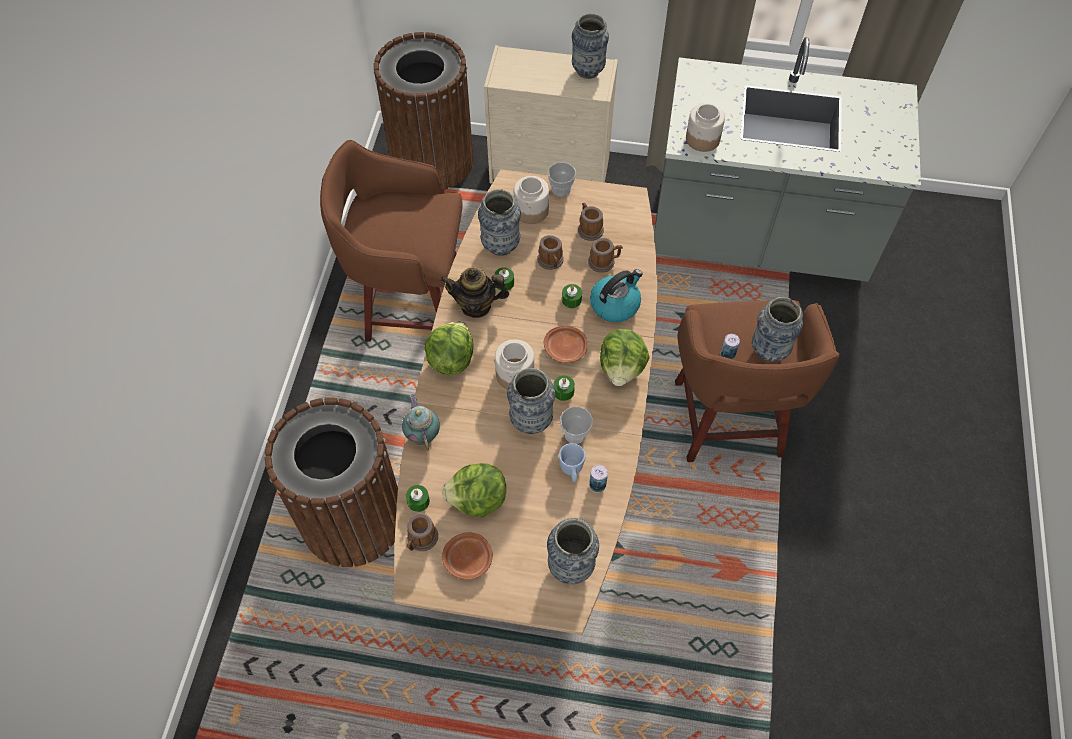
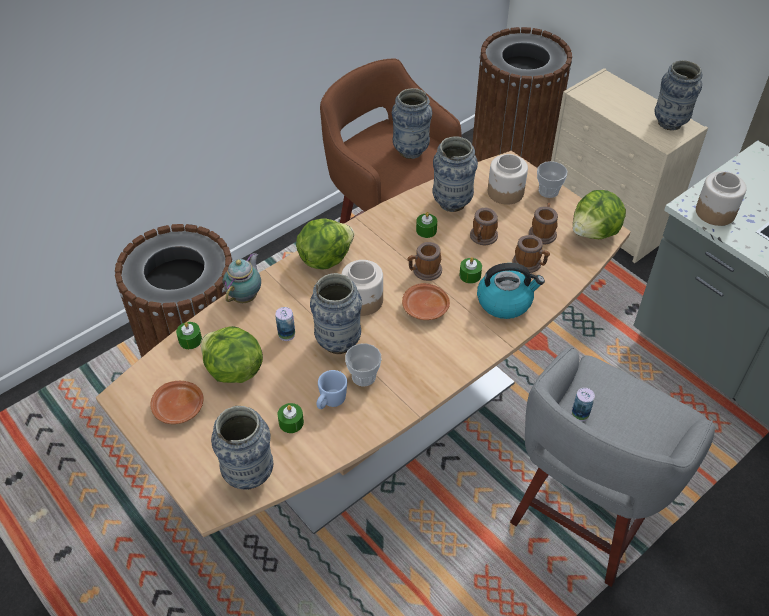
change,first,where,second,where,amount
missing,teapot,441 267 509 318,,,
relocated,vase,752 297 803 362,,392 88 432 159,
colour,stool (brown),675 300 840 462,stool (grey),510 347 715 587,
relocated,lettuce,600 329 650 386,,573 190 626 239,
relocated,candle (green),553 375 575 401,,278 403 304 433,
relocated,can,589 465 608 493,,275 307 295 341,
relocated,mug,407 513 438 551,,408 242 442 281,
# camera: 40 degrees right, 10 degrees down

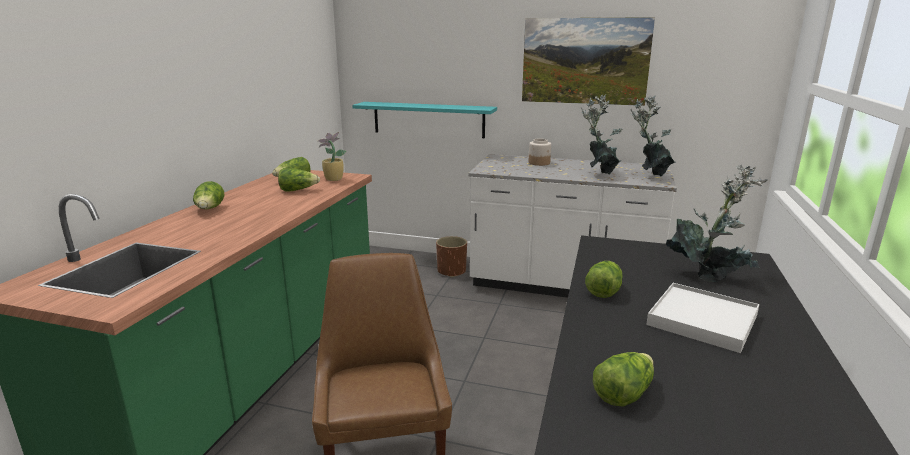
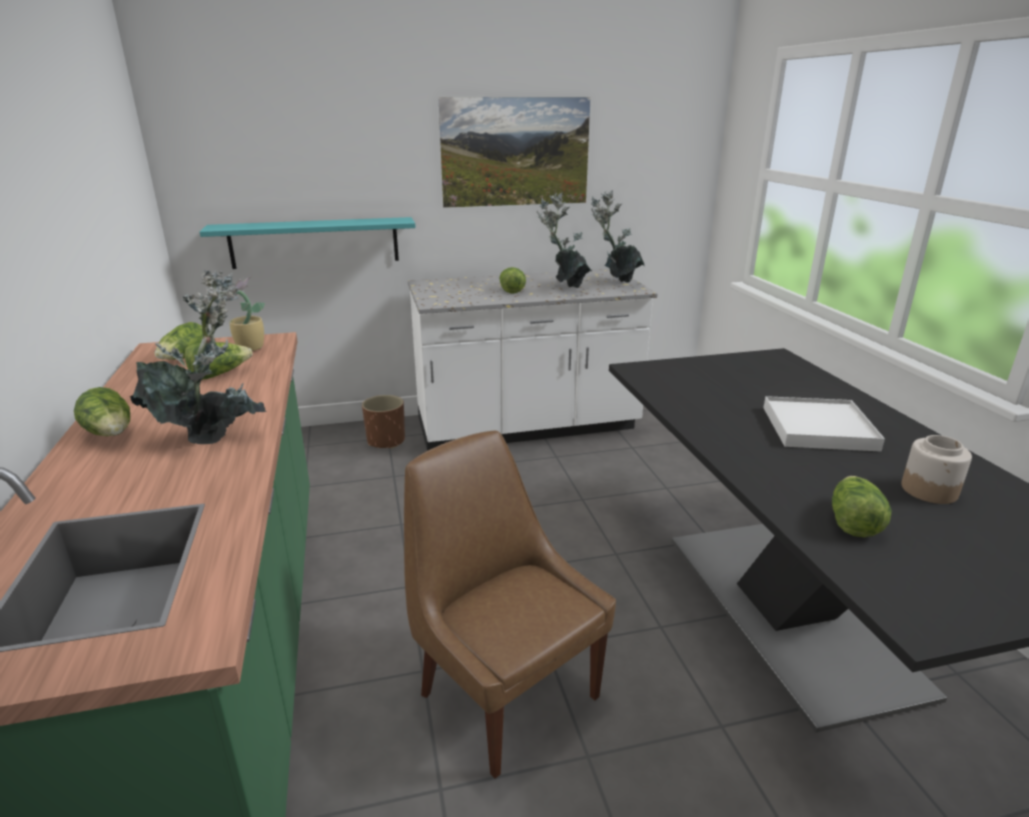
change,first,where,second,where,amount
relocated,jar,528 139 551 166,,901 435 972 504,
relocated,potted plant,666 165 768 282,,130 270 267 444,
relocated,lettuce,585 261 623 298,,499 267 526 294,
# camera: 30 degrees left, 5 degrees up

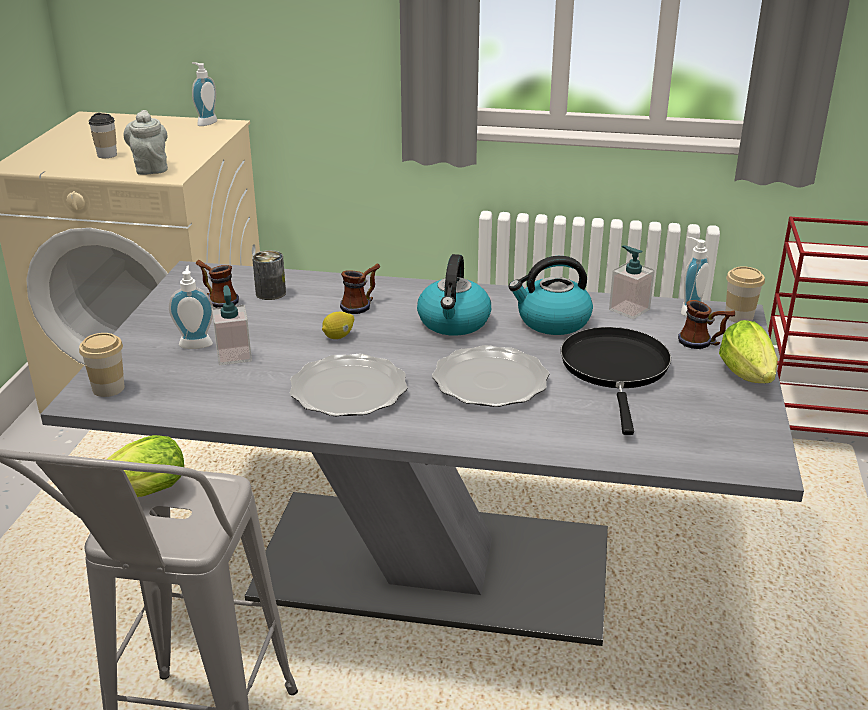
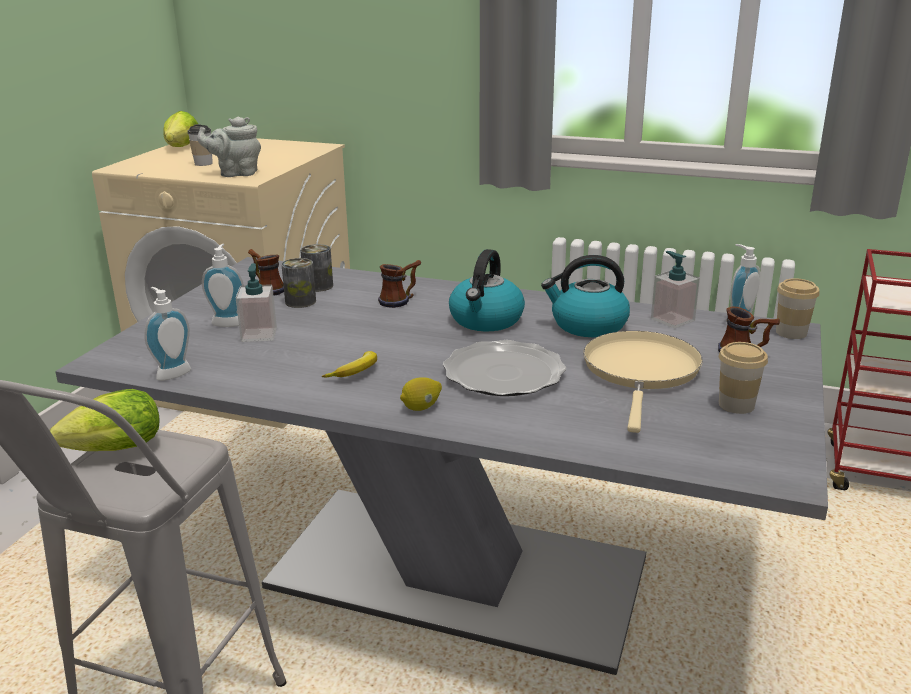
change,first,where,second,where,amount
relocated,soap dispenser,192 62 217 126,,144 287 191 381,
spun,teapot (grey),124 110 168 175,,197 117 261 177,90 degrees counterclockwise
relocated,lemon,322 312 354 339,,400 377 442 411,
relocated,lettuce,719 320 778 383,,164 111 198 147,
colour,frying pan (black),560 327 671 435,frying pan (beige),583 331 703 433,
relocated,cup,79 333 124 397,,719 342 768 414,
exchanged,plate,290 354 408 416,banana,322 351 377 378,
appeared,,,can,281 258 316 308,
# camera: 10 degrees right, 5 degrees down

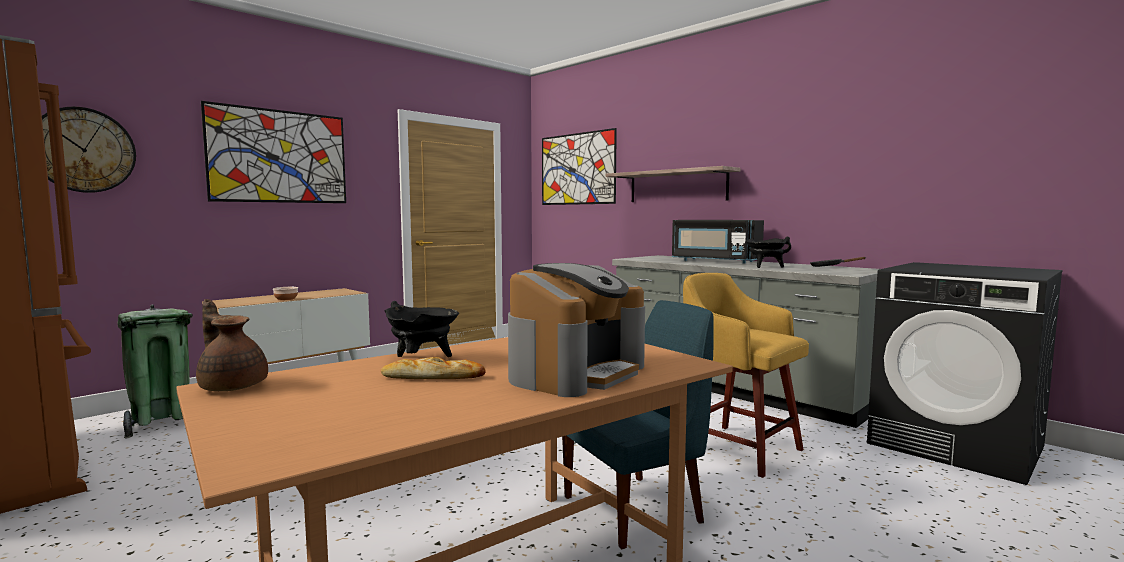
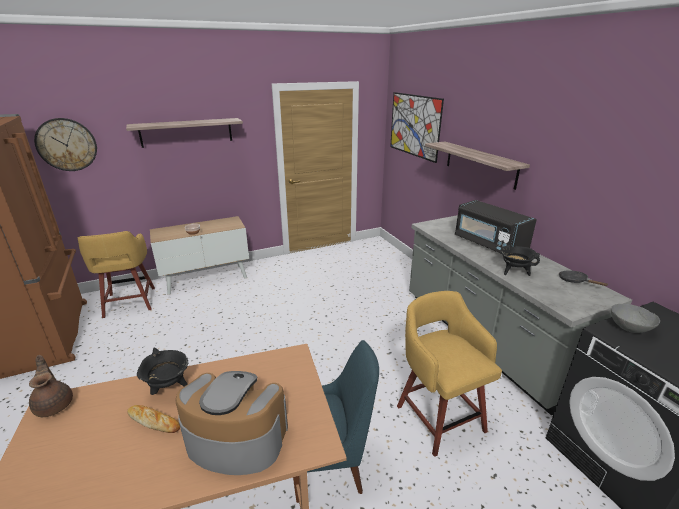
change,first,where,second,where,amount
exchanged,picture,201 101 346 203,shelf,126 118 243 148,
spun,coffee machine,508 263 645 397,,176 371 288 475,135 degrees counterclockwise
exchanged,trash can (green),118 304 193 438,stool (yellow),78 231 155 318,
appeared,,,bowl (grey),611 304 660 333,
# camera: 20 degrees right, 20 degrees up

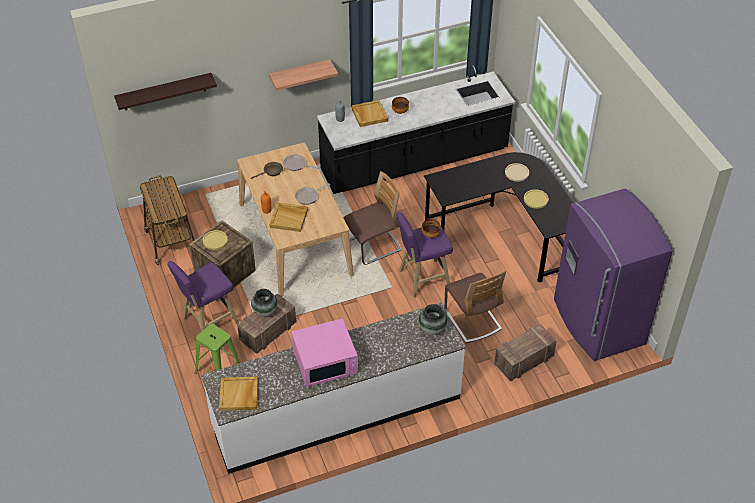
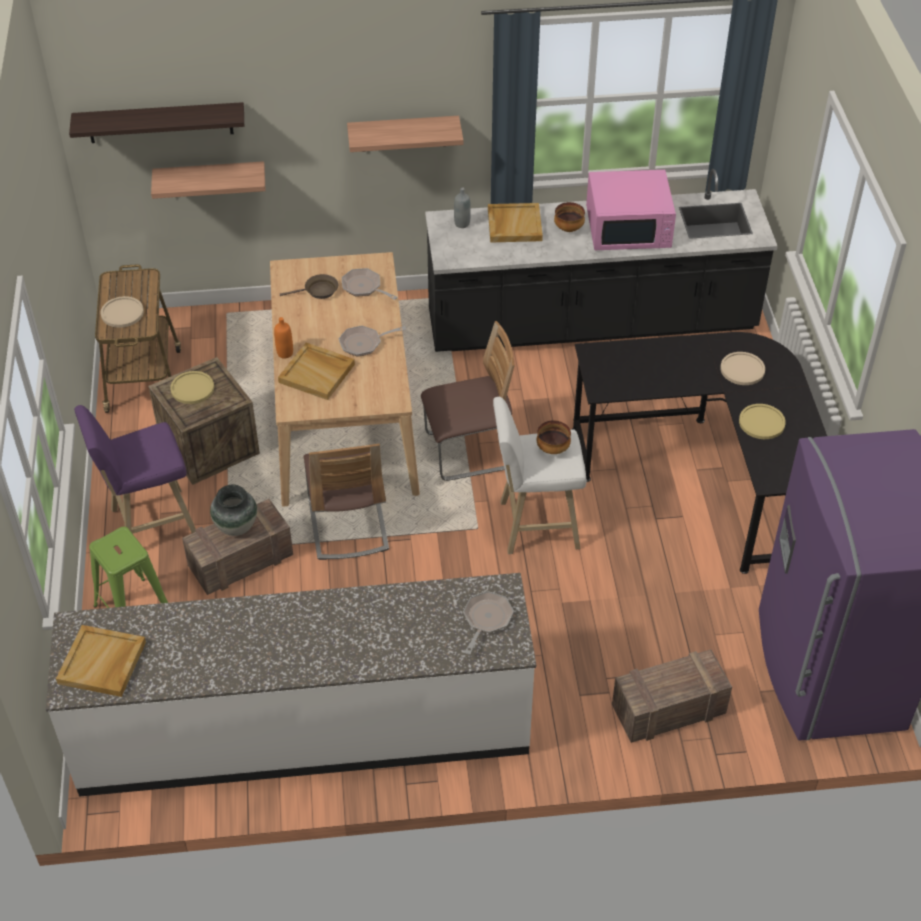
change,first,where,second,where,amount
colour,stool (purple),396 212 453 298,stool (white),493 397 586 554,
relocated,chair,444 271 506 343,,303 444 389 560,
exchanged,vase,419 304 448 335,frying pan,463 591 514 655,
relocated,microwave (pink),291 318 358 387,,586 170 676 250,
appeared,,,shelf,151 161 266 199,
appeared,,,plate (beige),101 296 144 328,
# camera: 15 degrees right, 0 degrees up

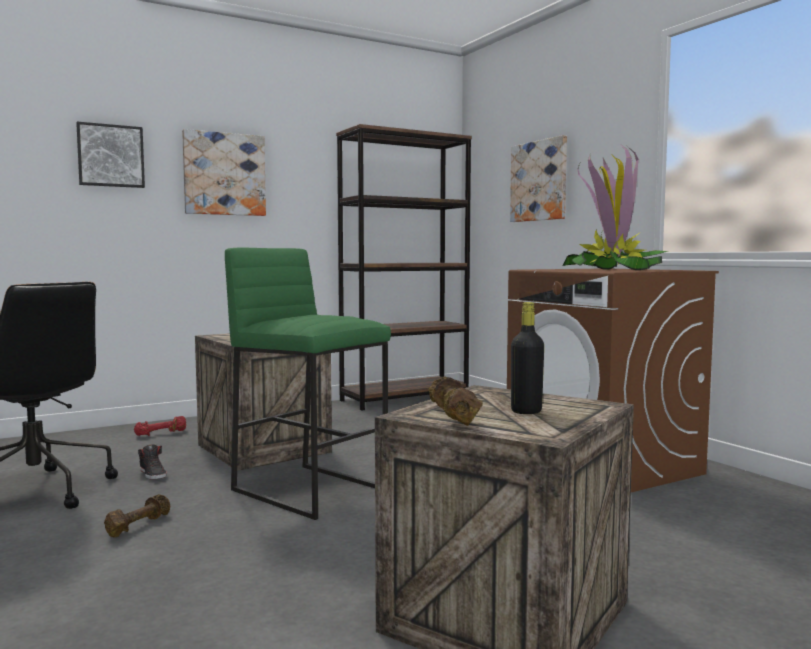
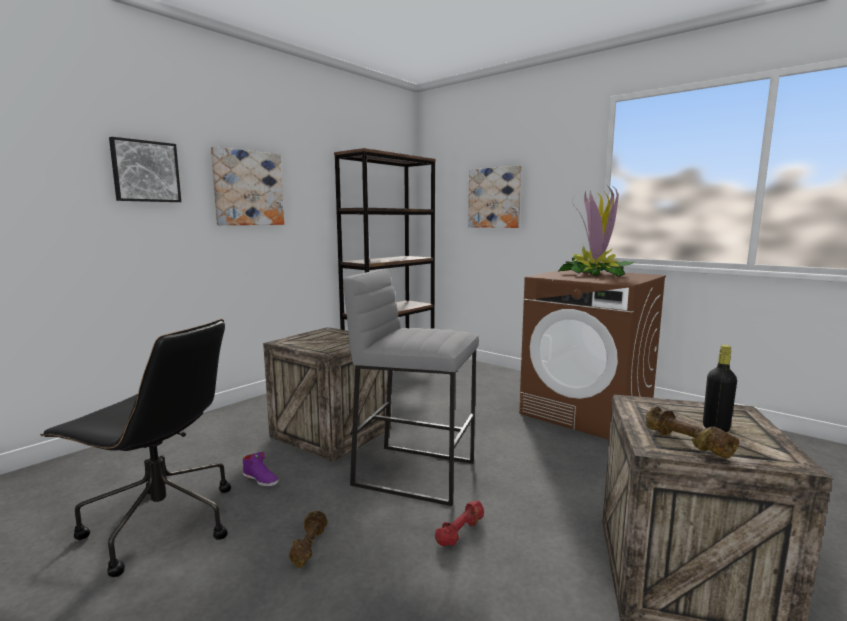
change,first,where,second,where,amount
colour,stool (green),225 247 391 520,stool (grey),344 269 479 506,
relocated,dumbbell (red),134 416 186 436,,435 501 484 546,
colour,shoe (black),138 445 167 480,shoe (purple),242 452 279 487,
# camera: 20 degrees left, 5 degrees up

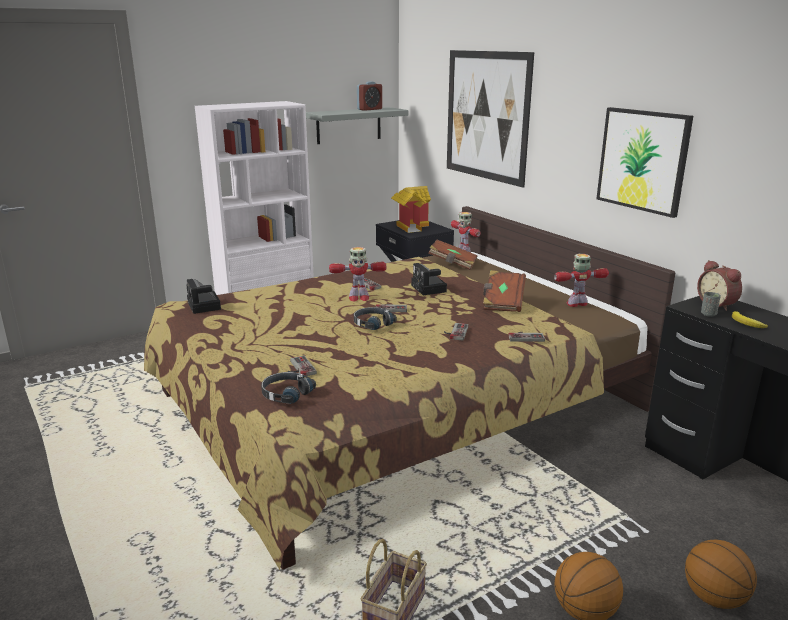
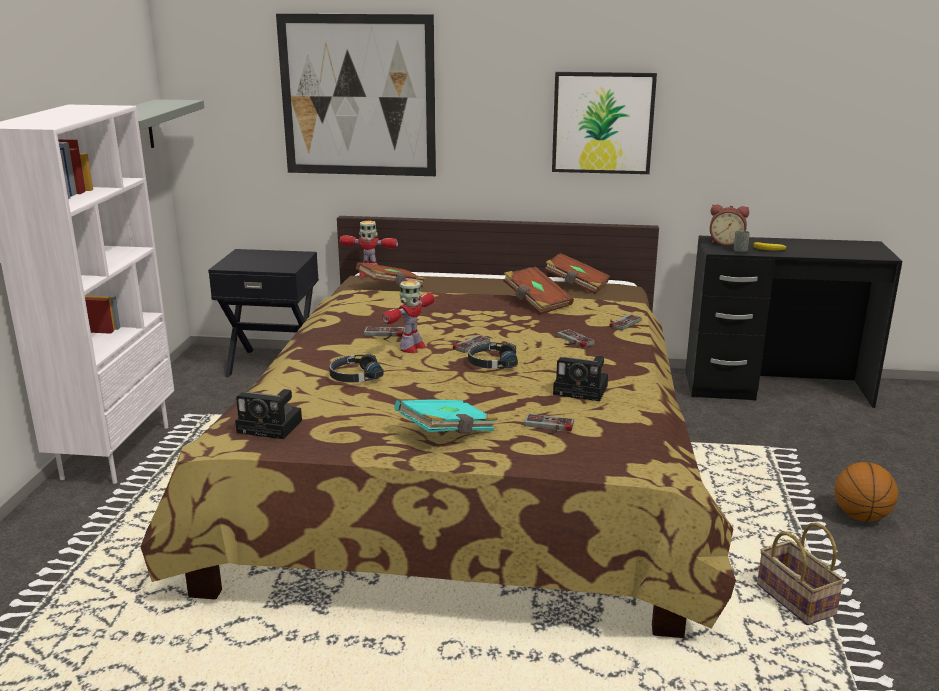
change,first,where,second,where,amount
missing,alarm clock,357 81 382 111,,,
missing,toy house,391 186 431 233,,,
exchanged,toy robot,554 254 609 307,book (brown),544 253 610 294,
relocated,photo camera,411 263 447 295,,553 356 608 401,
relocated,headphones (black),261 372 316 404,,329 354 384 383,
missing,basketball,685 540 757 609,,,
appeared,,,book (turquoise),395 399 498 434,
# camera: 50 degrees left, 0 degrees up

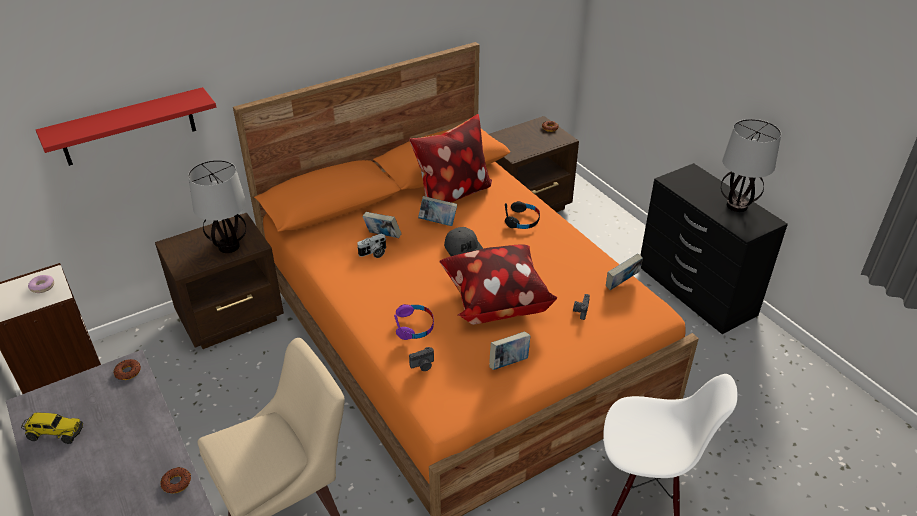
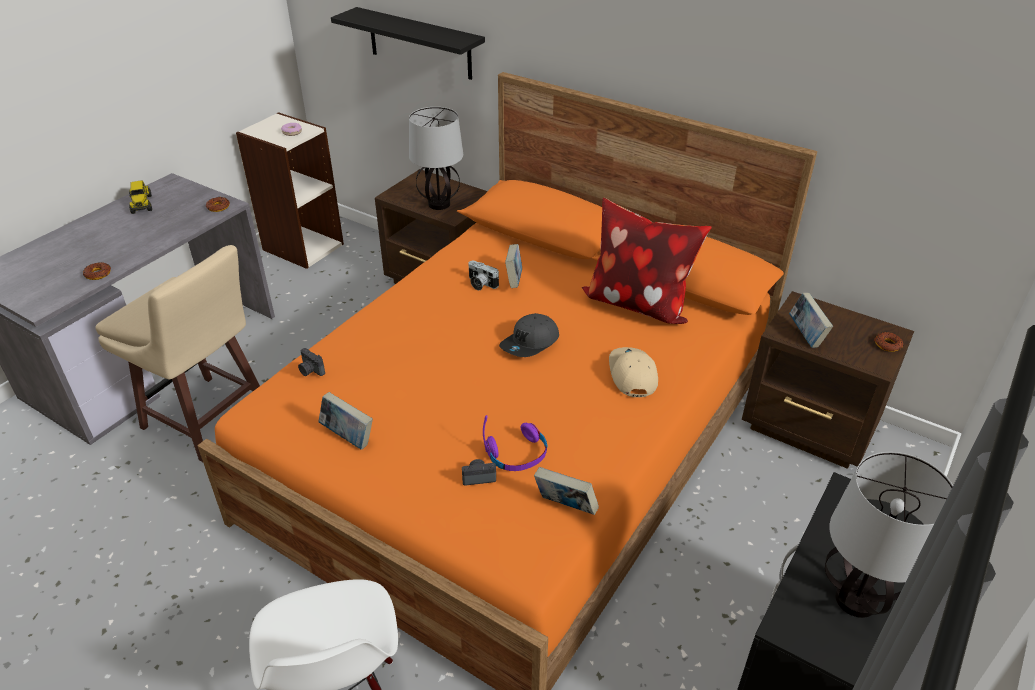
change,first,where,second,where,amount
colour,shelf (red),36 87 216 166,shelf (black),331 7 485 80,
relocated,book,418 196 457 226,,789 293 833 348,
exchanged,headphones (black),505 201 540 229,cap (beige),609 347 658 397,
missing,pillow,440 244 557 325,,,
relocated,headphones (purple),394 304 434 340,,483 415 547 471,
# camera: 65 degrees right, 0 degrees up

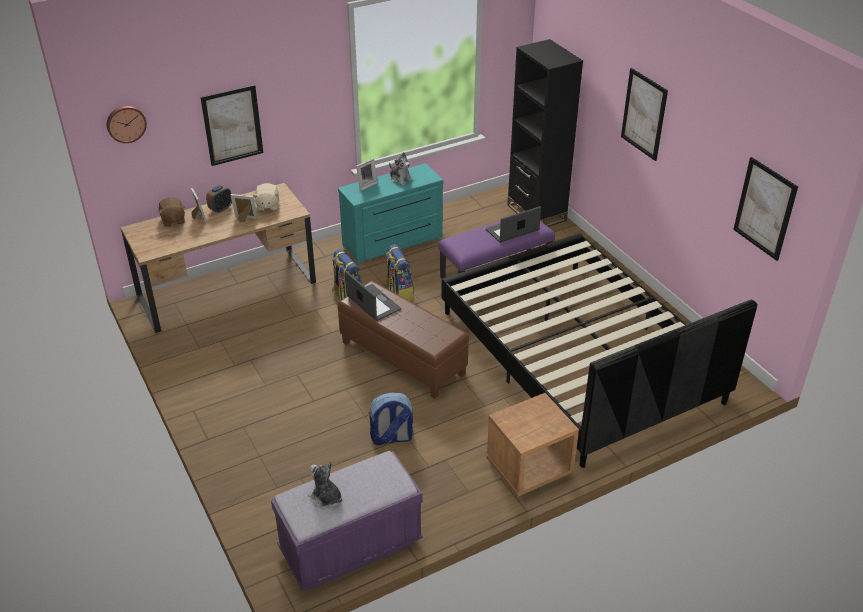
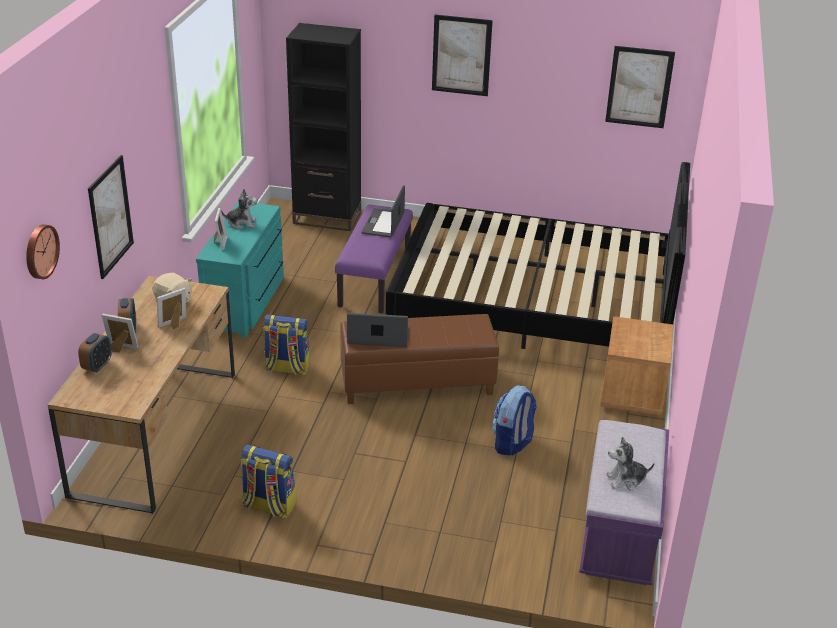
change,first,where,second,where,amount
exchanged,plush toy (brown),159 197 185 227,alarm clock,78 333 112 372,
relocated,backpack,384 244 414 301,,241 445 296 518,
# camera: 50 degrees left, 5 degrees down

